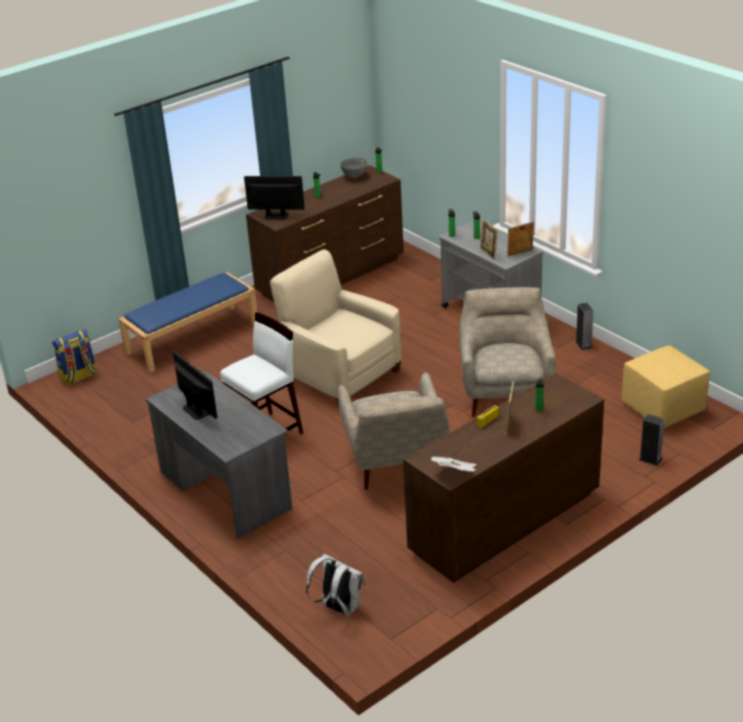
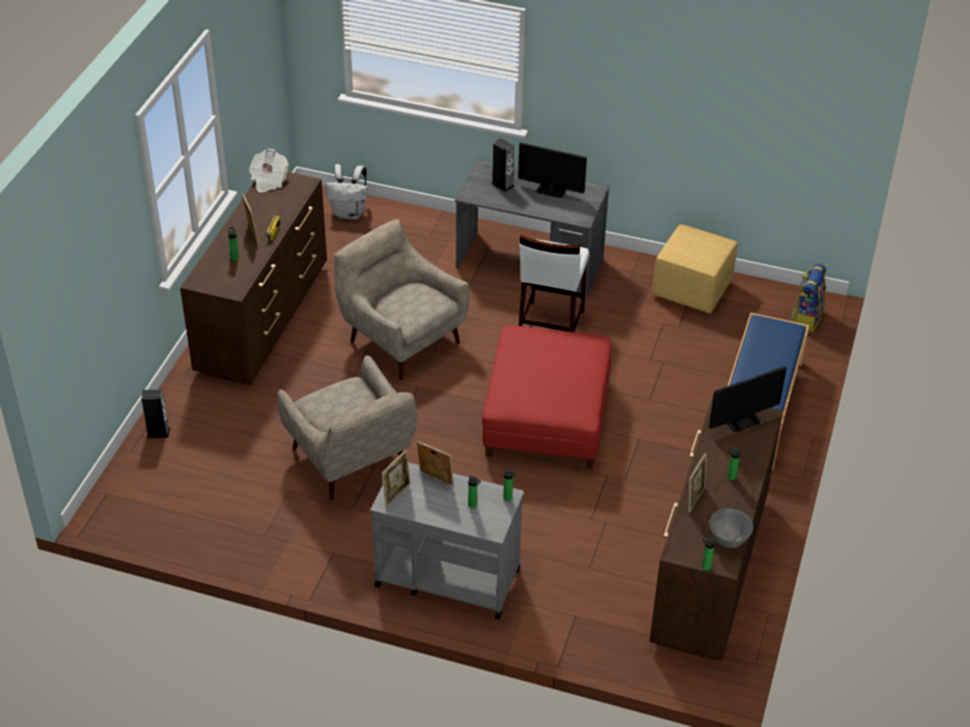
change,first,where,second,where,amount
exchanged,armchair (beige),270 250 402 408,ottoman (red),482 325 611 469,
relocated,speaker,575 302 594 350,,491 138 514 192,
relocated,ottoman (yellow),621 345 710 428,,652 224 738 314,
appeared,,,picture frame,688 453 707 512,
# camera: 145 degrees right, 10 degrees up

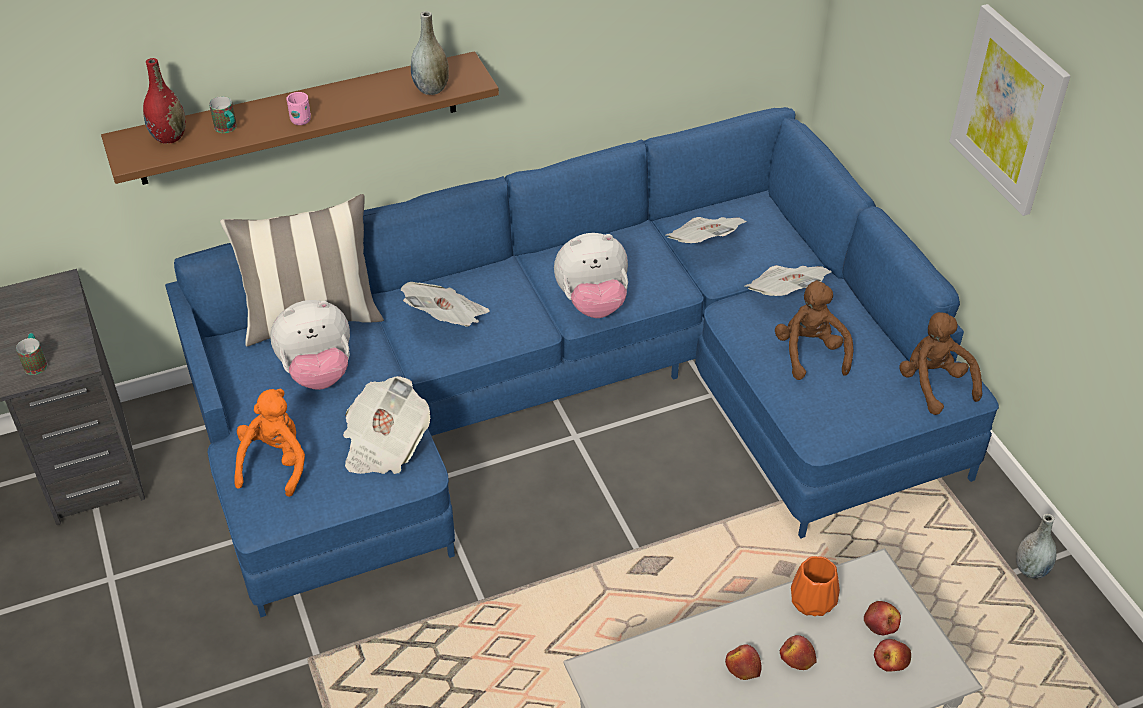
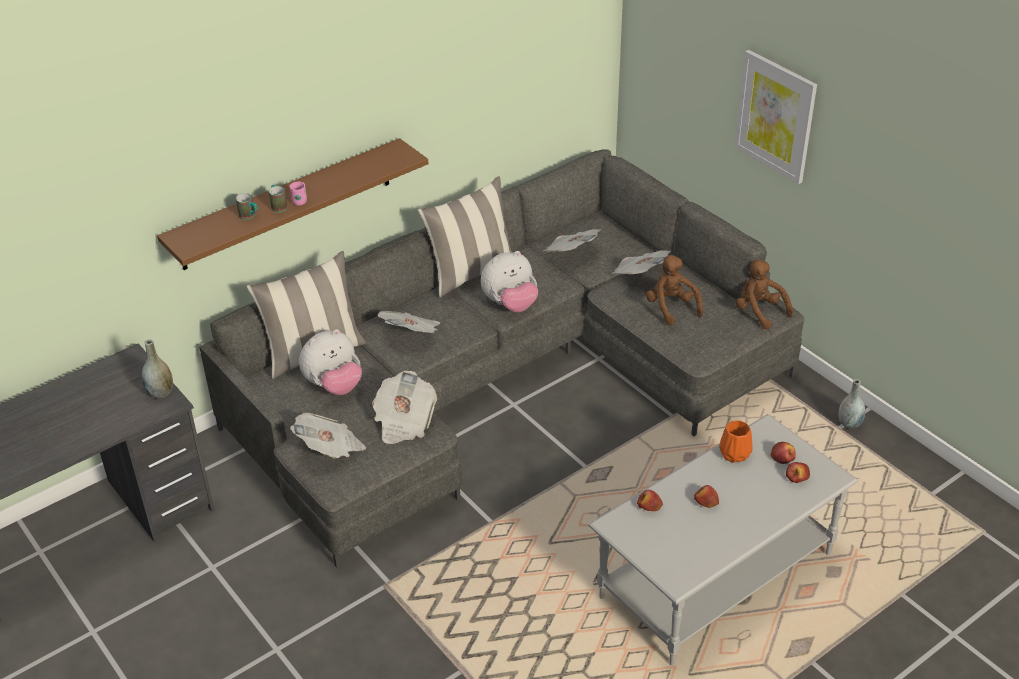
change,first,where,second,where,amount
relocated,vase (grey),411 11 449 95,,142 339 173 399,
missing,vase (red),143 58 186 144,,,
colour,sofa (blue),165 107 999 618,sofa (grey),199 149 805 567,
relocated,mug,16 333 47 375,,269 185 288 213,
exchanged,plush toy (orange),234 389 305 497,newspaper,290 413 366 458,
relocated,apple,780 635 817 670,,637 490 663 511,
appeared,,,pillow,418 176 512 298,
# camera: 15 degrees left, 5 degrees down

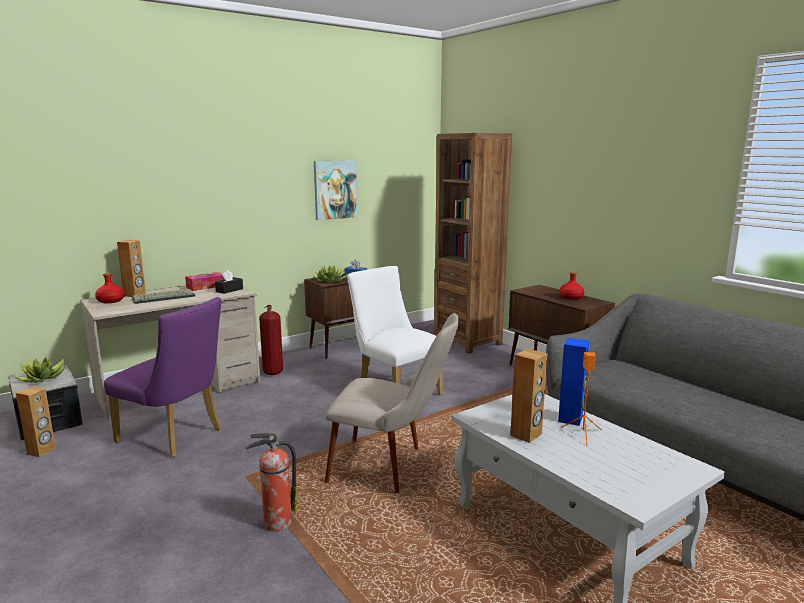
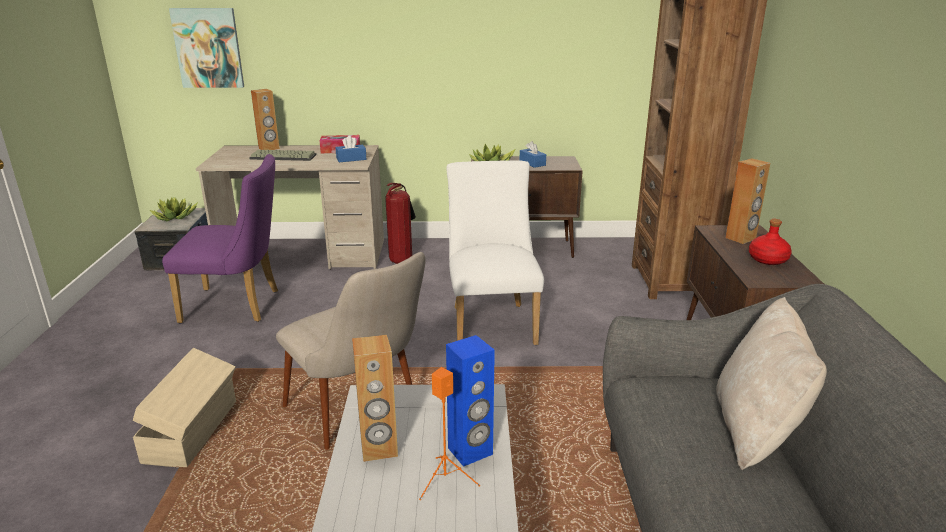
change,first,where,second,where,amount
relocated,picture,314 160 357 220,,169 8 244 88,
colour,tissue box (black),215 270 243 294,tissue box (blue),336 136 367 162,
missing,bottle (red),95 273 125 303,,,
spun,chair (purple),104 297 222 457,,162 154 278 323,60 degrees counterclockwise
relocated,speaker (brown),16 386 56 457,,725 158 770 244,
exchanged,fire extinguisher,246 433 297 532,storage box (beige),133 348 236 468,
appeared,,,pillow (beige),716 297 827 470,
# camera: 35 degrees right, 10 degrees up

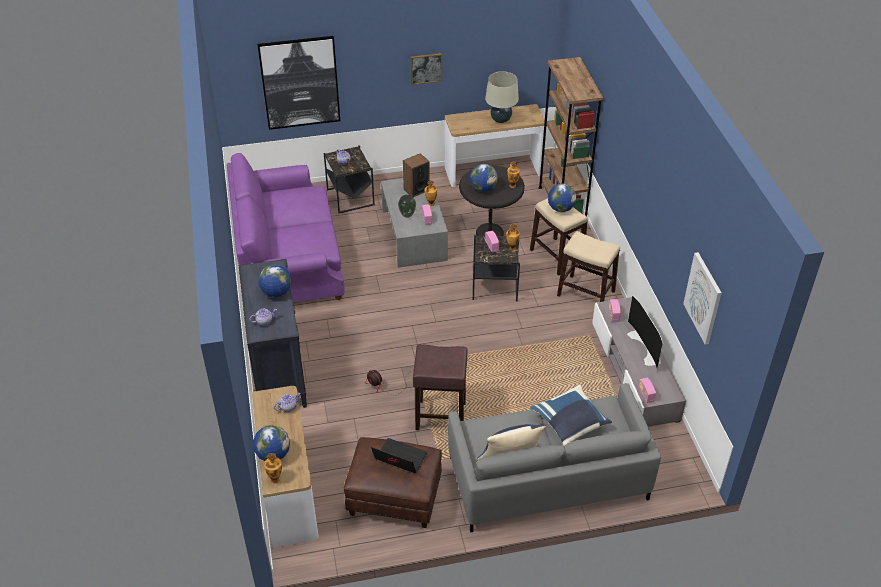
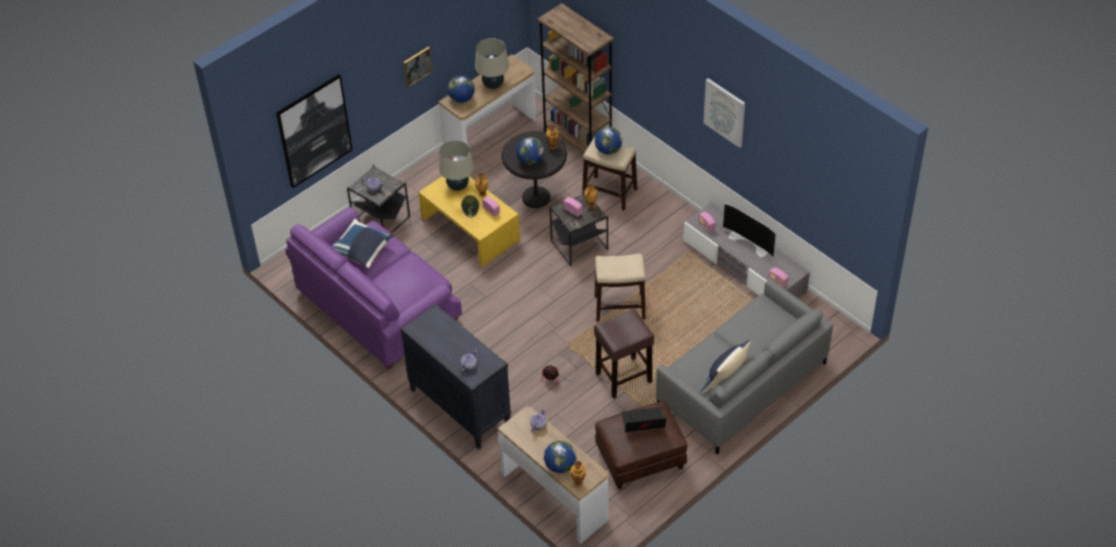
change,first,where,second,where,amount
exchanged,speaker,403 153 430 197,table lamp (beige),439 140 474 191,
colour,coffee table (grey),381 178 448 268,coffee table (yellow),419 176 520 267,
relocated,stool,557 231 620 302,,595 254 646 322,
relocated,picture,683 252 722 345,,703 78 745 148,
relocated,globe,259 265 291 297,,447 76 474 103,
relocated,pillow (blue),530 384 612 446,,332 218 394 268,
# camera: 30 degrees left, 5 degrees up

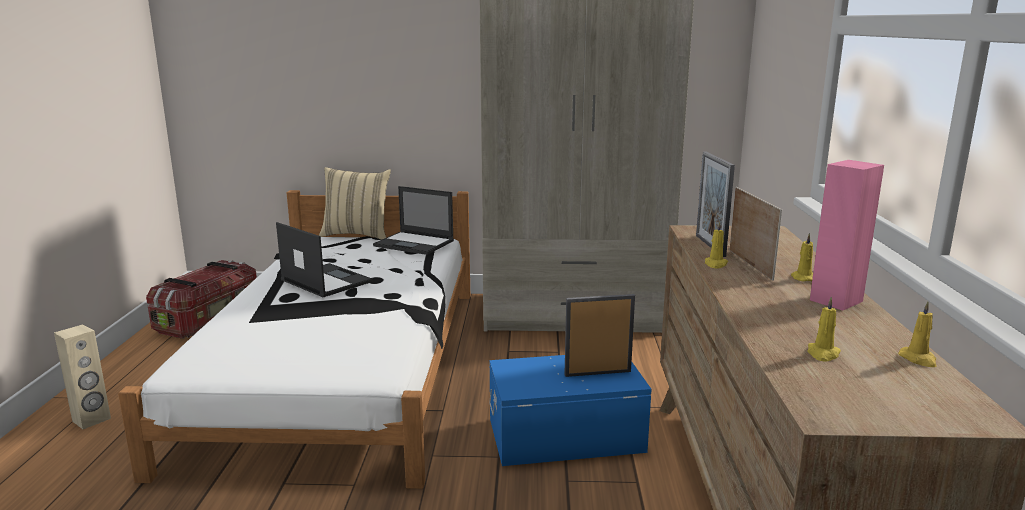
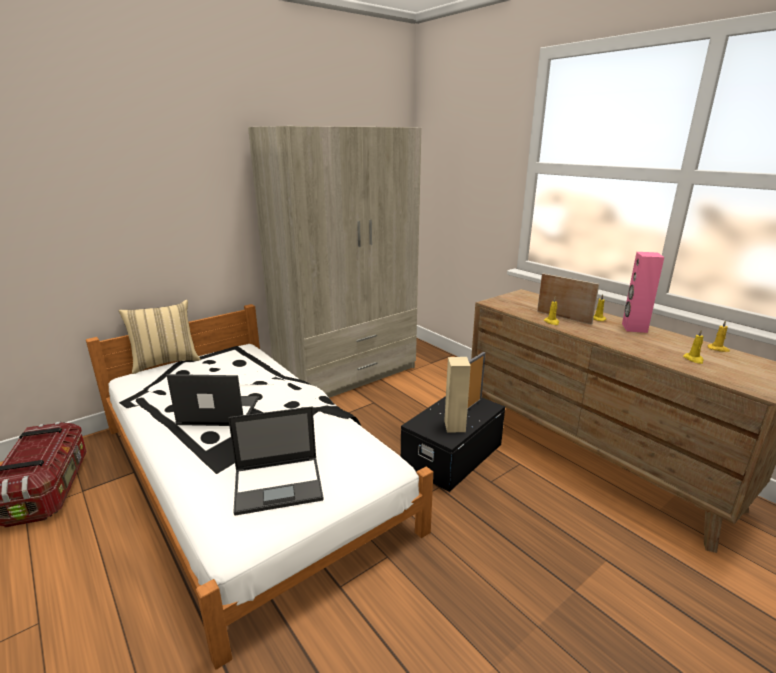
change,first,where,second,where,amount
missing,picture frame,696 152 735 257,,,
relocated,laptop,373 186 454 255,,228 407 324 516,
relocated,speaker (beige),54 324 111 429,,444 357 471 432,
colour,storage box (blue),489 355 652 466,storage box (black),401 396 505 492,
# camera: 40 degrees left, 5 degrees up

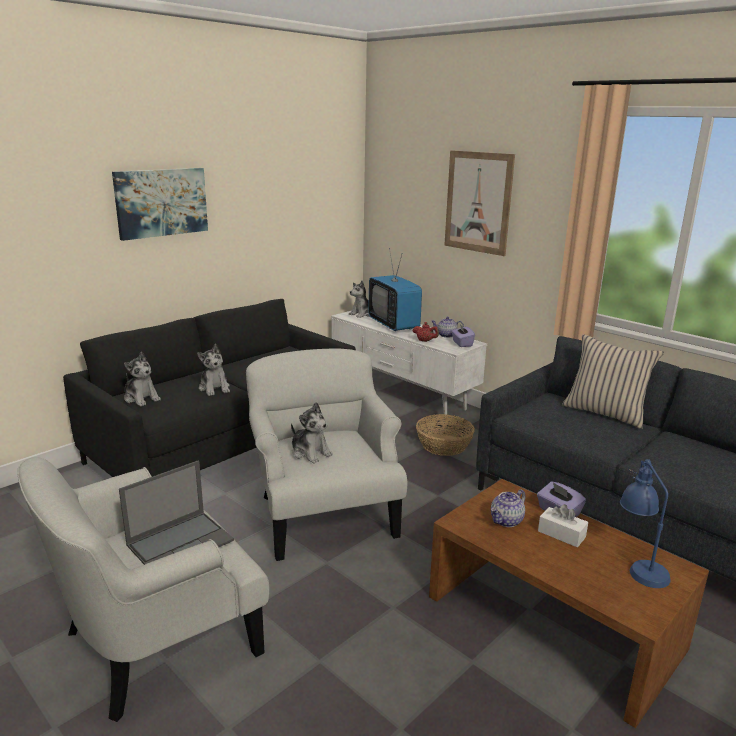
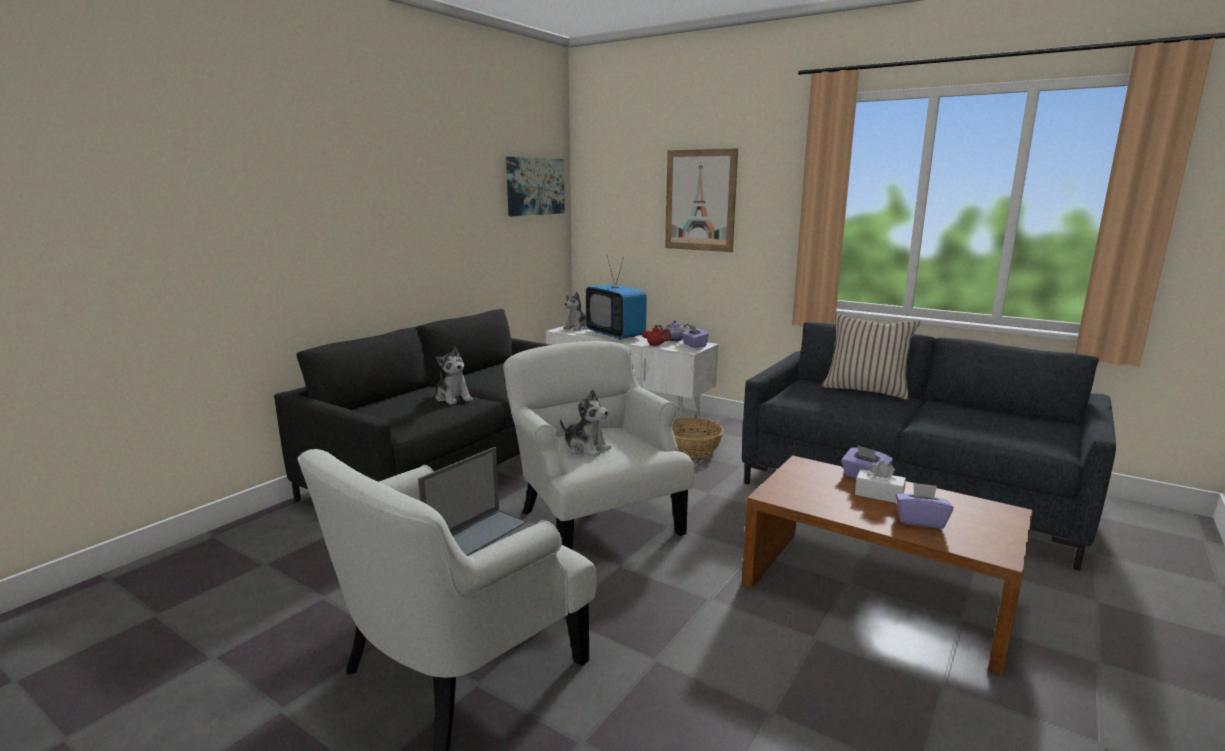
change,first,where,second,where,amount
relocated,picture,112 168 208 241,,506 157 565 216,
missing,plush toy,124 352 161 406,,,
missing,table lamp (blue),620 459 670 588,,,
missing,teapot,491 489 525 527,,,
appeared,,,tissue box (purple),895 483 953 529,
# camera: 10 degrees left, 5 degrees down

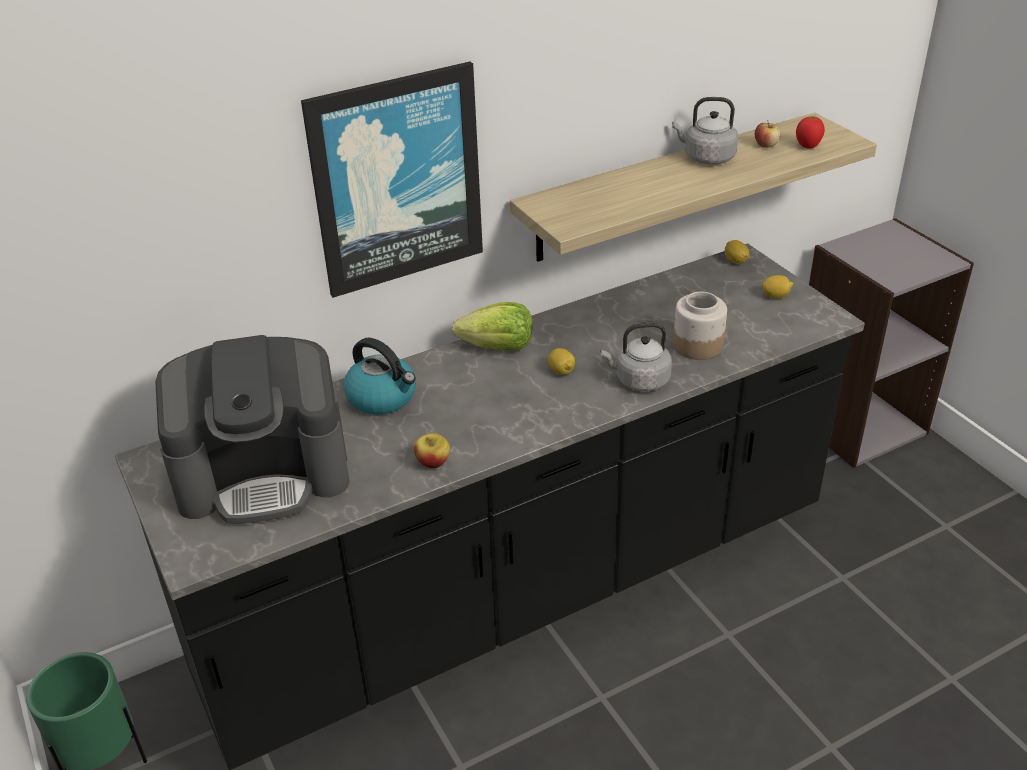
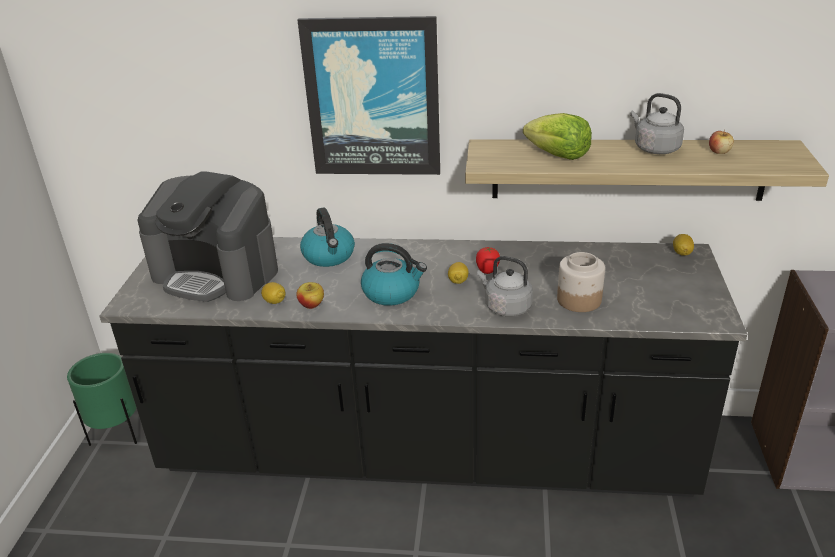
change,first,where,second,where,amount
relocated,tomato,796 116 825 148,,476 247 500 274,
relocated,lemon,762 275 793 299,,261 282 285 304,
relocated,lettuce,452 302 533 350,,523 113 592 160,
appeared,,,kettle,361 243 427 306,
# camera: 35 degrees right, 5 degrees down

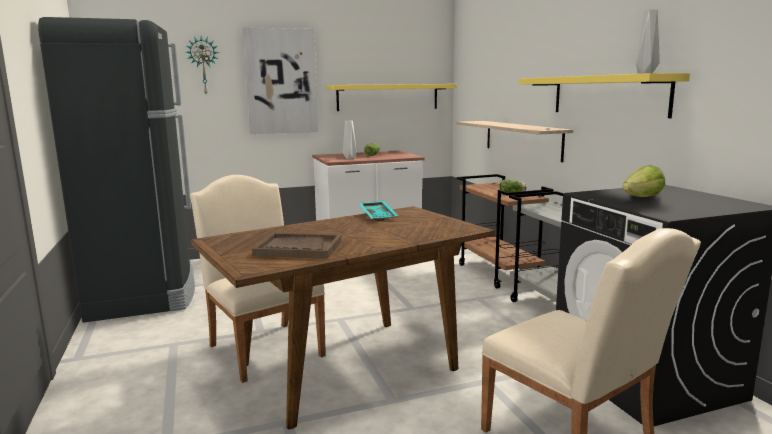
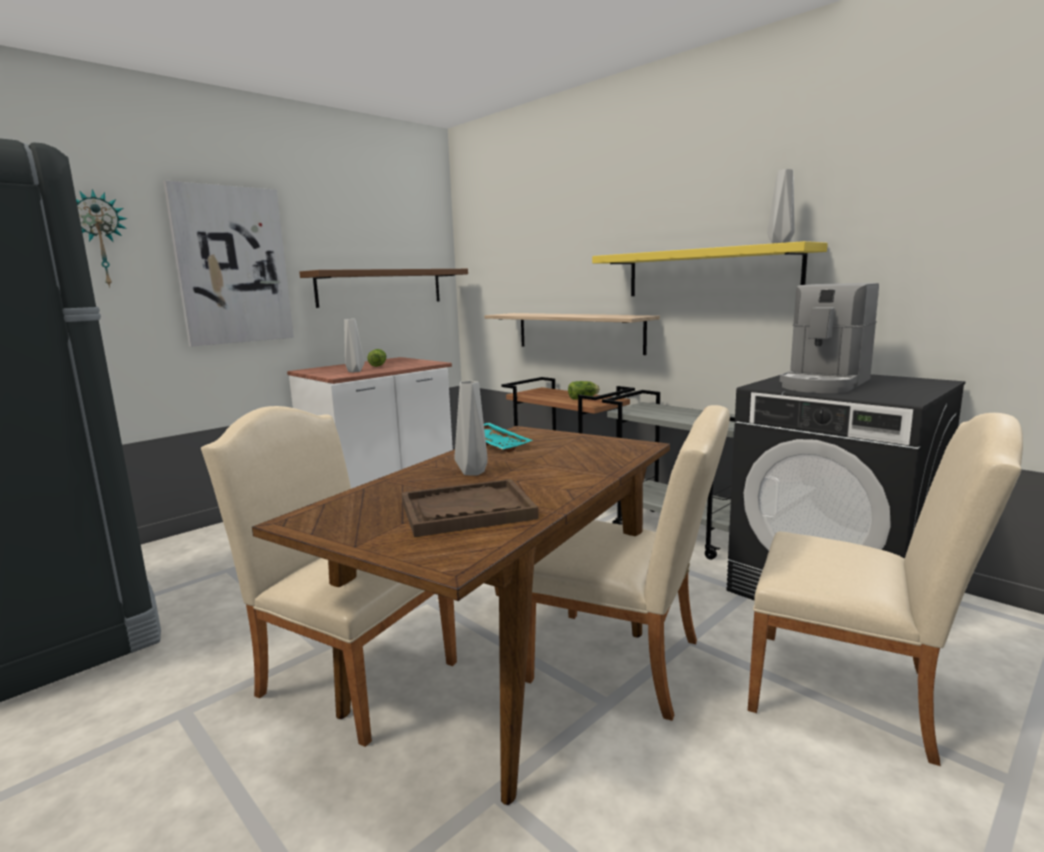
change,first,where,second,where,amount
colour,shelf (yellow),327 84 457 111,shelf (brown),299 269 468 308,
exchanged,lettuce,623 165 665 197,coffee machine,780 283 879 393,
appeared,,,vase (grey),455 381 488 476,
appeared,,,chair (beige),525 405 730 721,
# camera: 25 degrees left, 0 degrees up

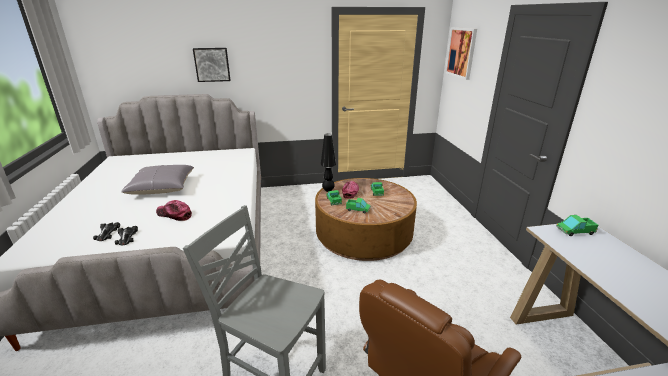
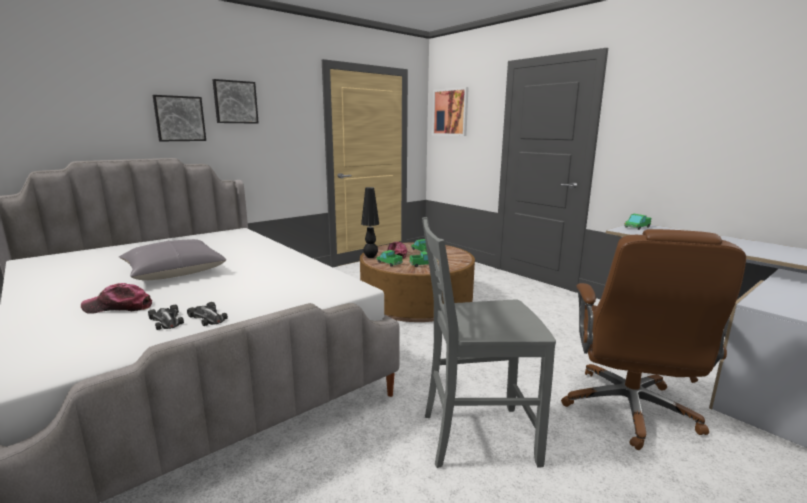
change,first,where,second,where,amount
relocated,cap,156 200 192 221,,81 283 152 314,
appeared,,,picture,212 79 259 124,
# camera: 30 degrees left, 10 degrees down

